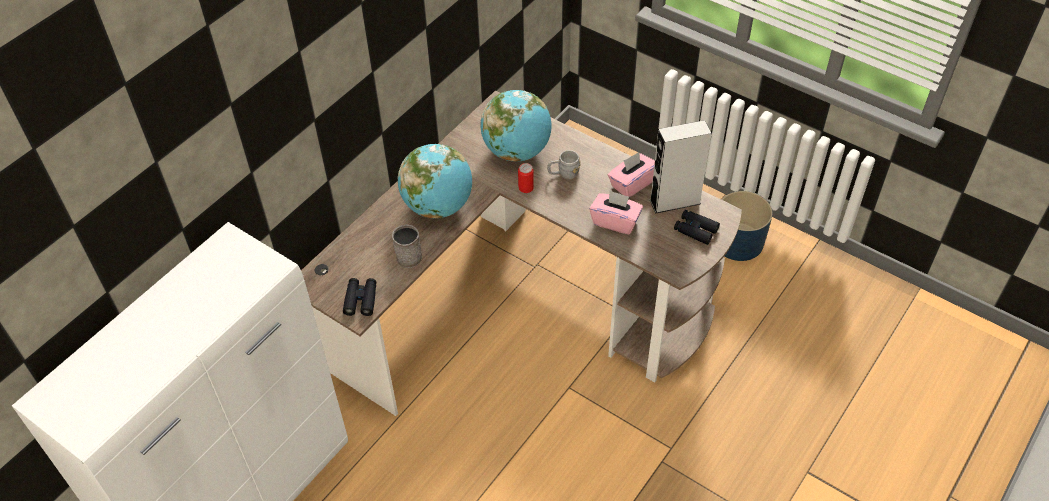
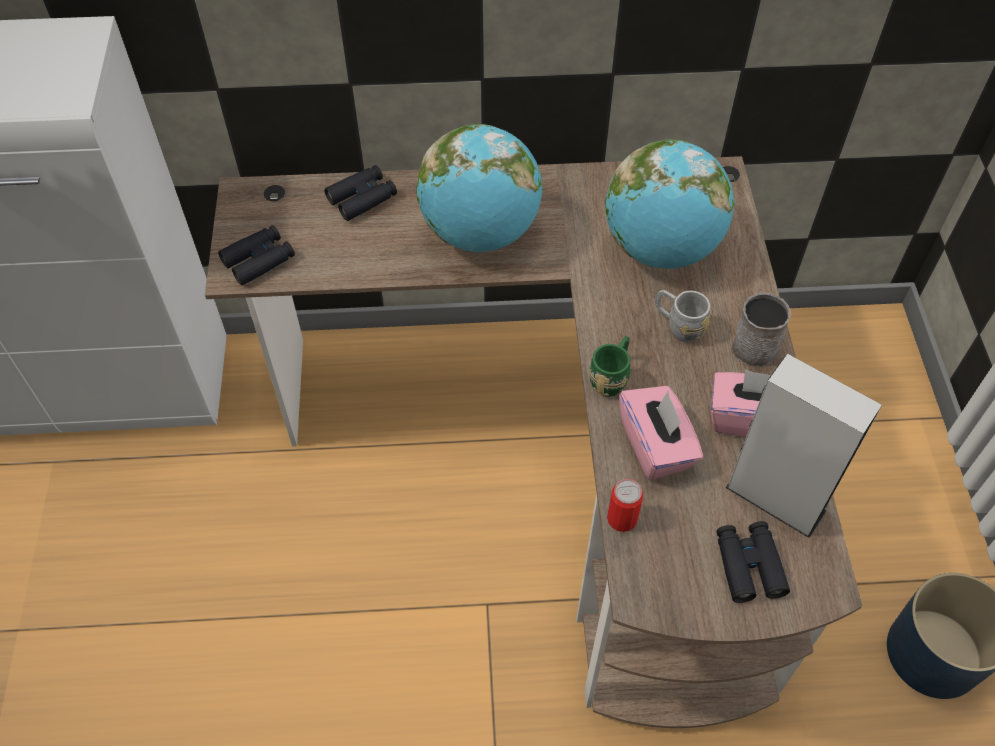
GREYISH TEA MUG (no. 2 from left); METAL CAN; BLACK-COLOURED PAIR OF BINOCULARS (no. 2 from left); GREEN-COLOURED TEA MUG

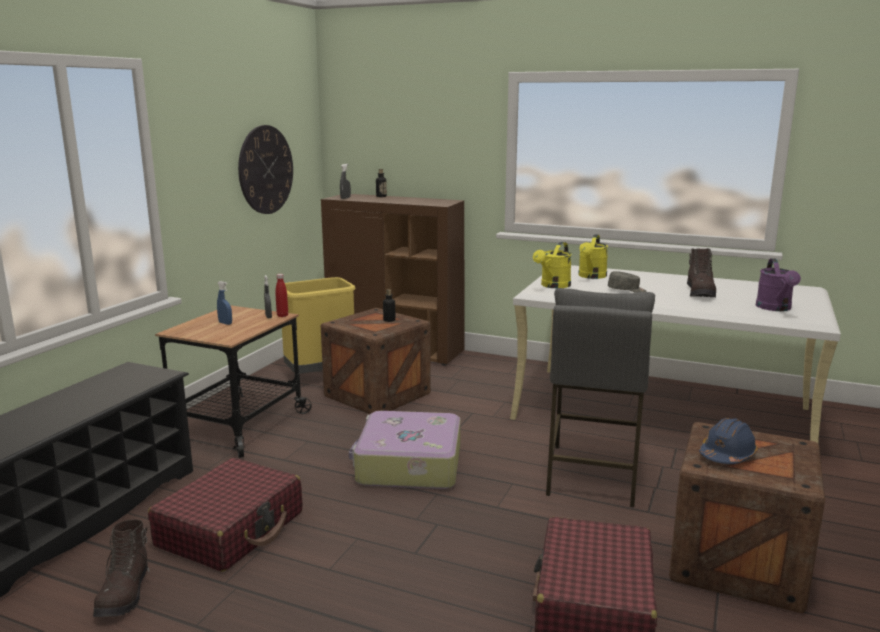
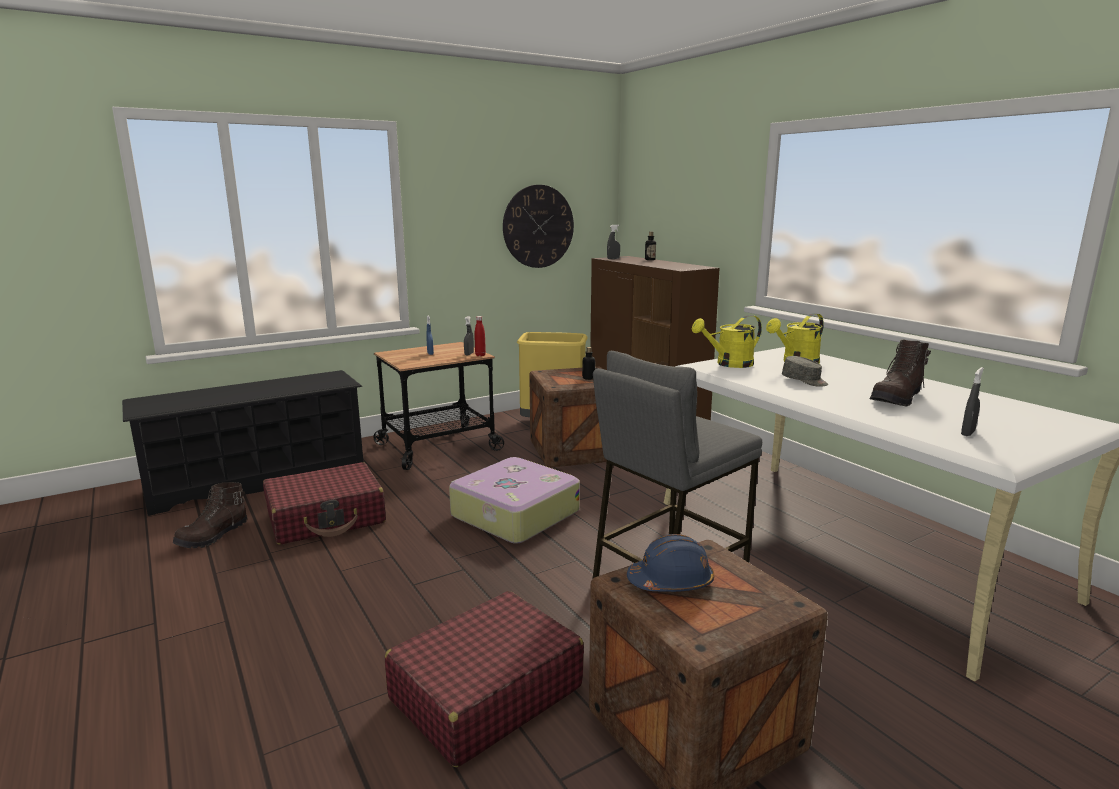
GREYISH SPRAY BOTTLE (no. 3 from left)

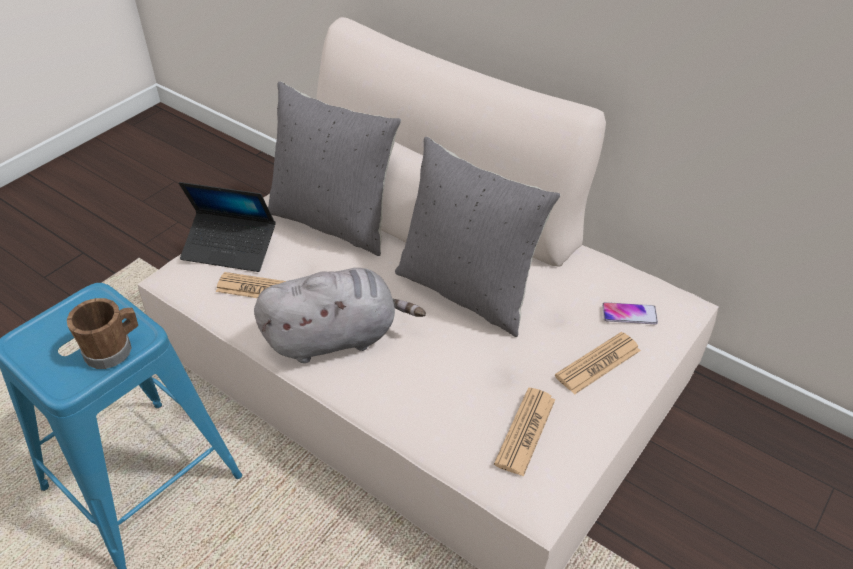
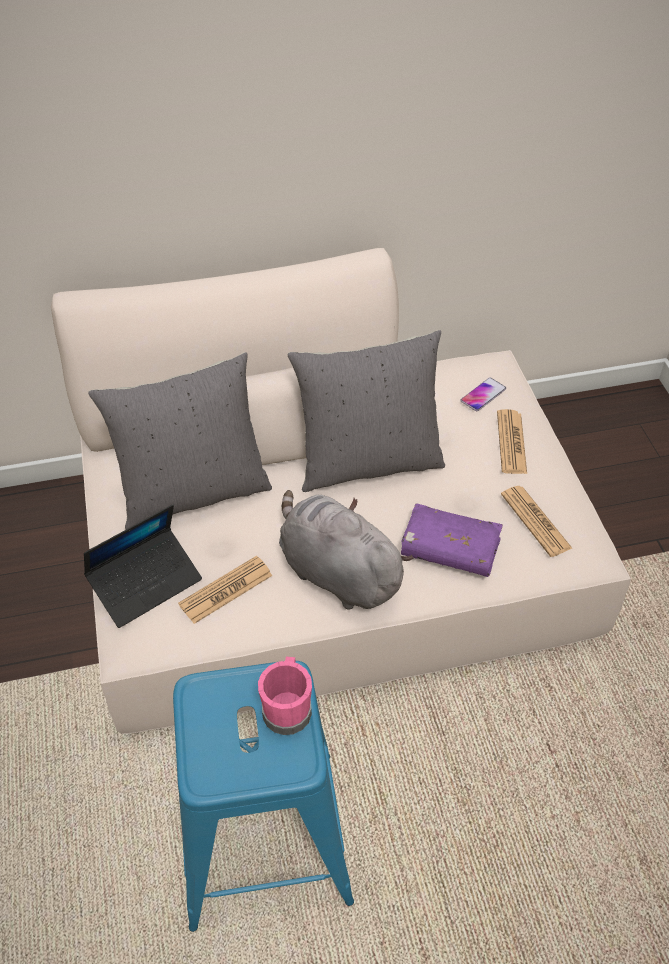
PINKISH TEA MUG; GREYISH PLUSH TOY; PURPLE-COLOURED BOOK

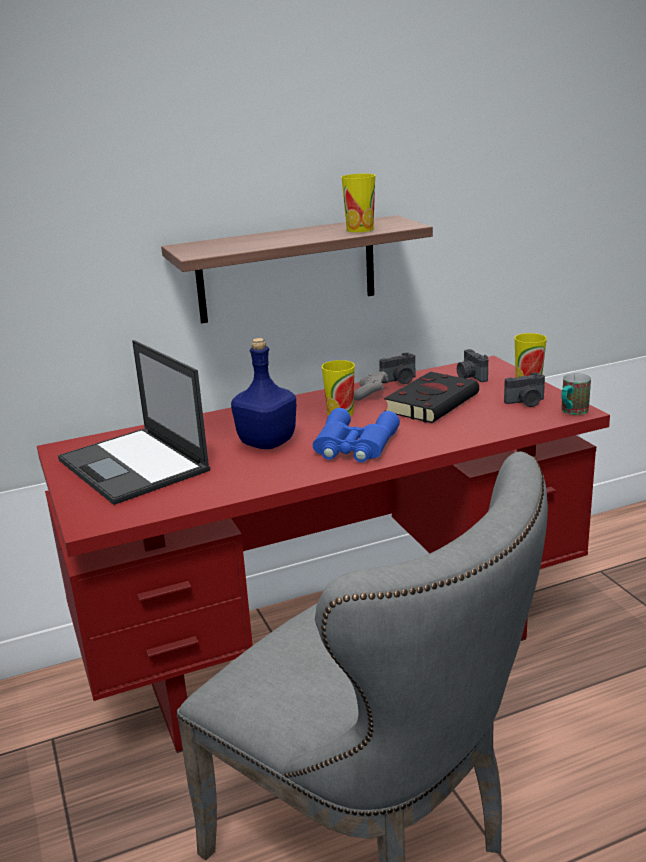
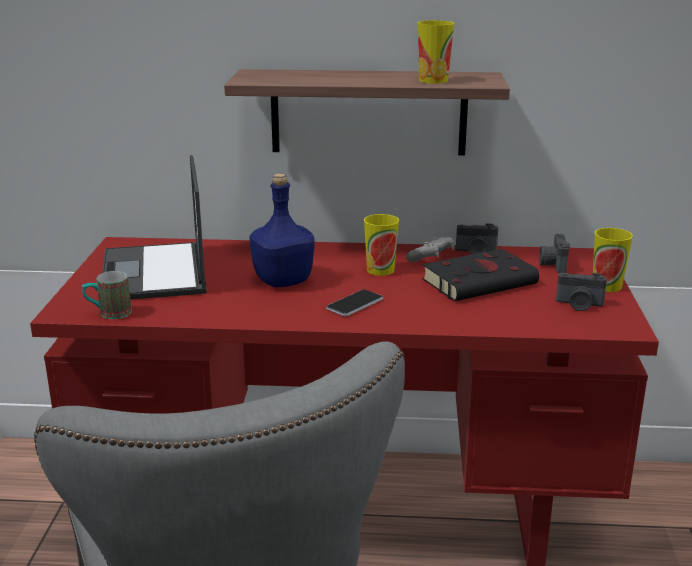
HANDSET; TEA MUG

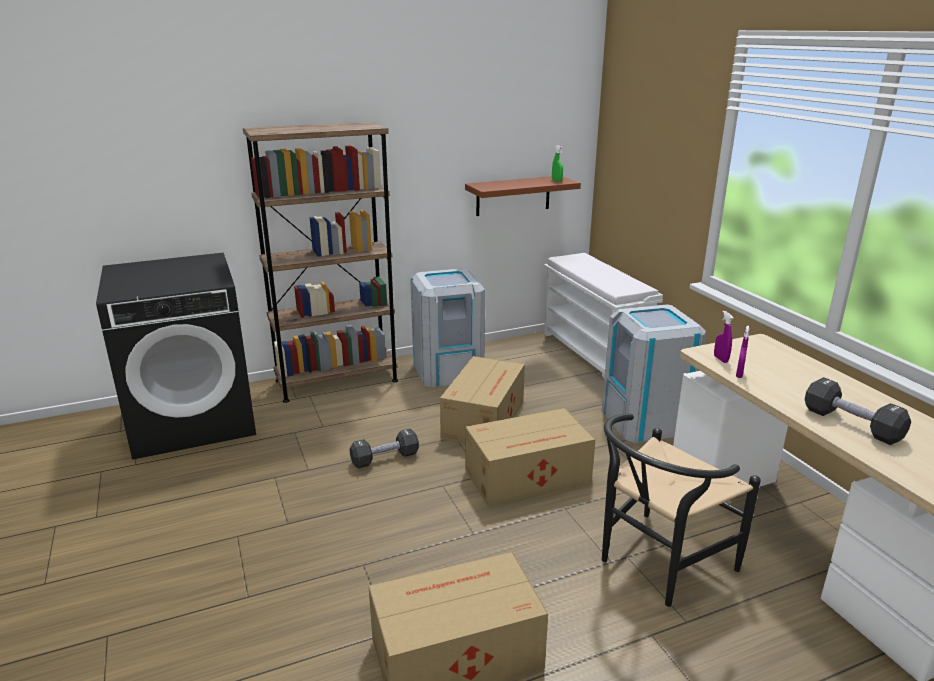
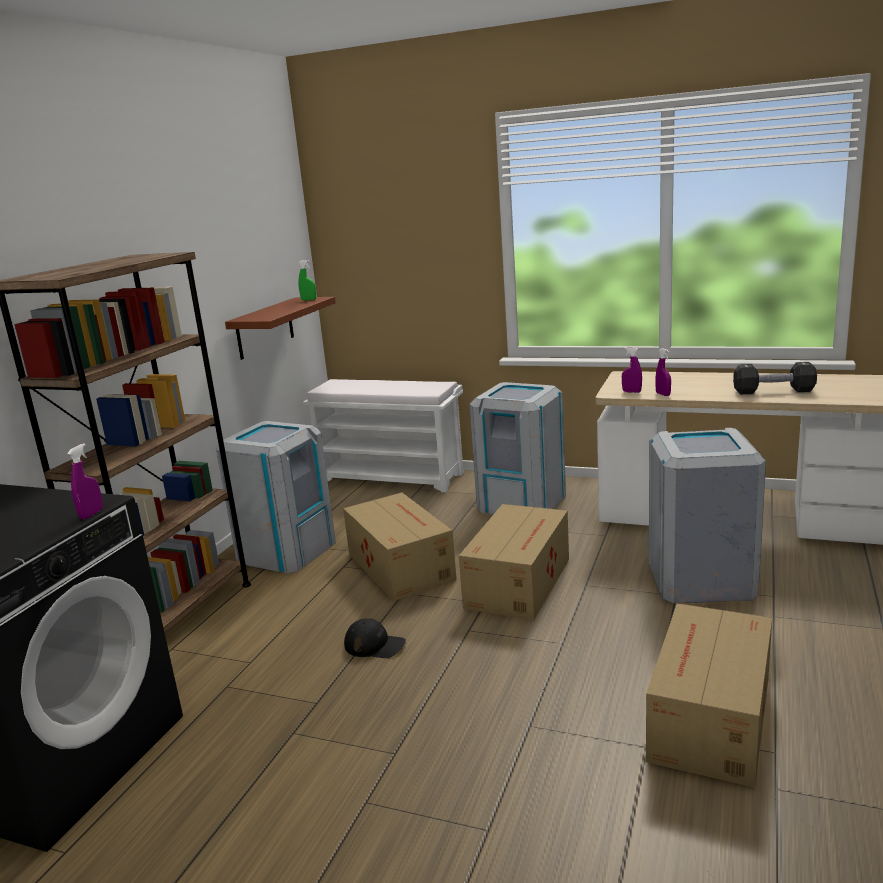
BLACK-COLOURED PEAKED CAP; GREYISH TRASH CAN (no. 3 from left); PURPLE-COLOURED SPRAY BOTTLE (no. 1 from left)

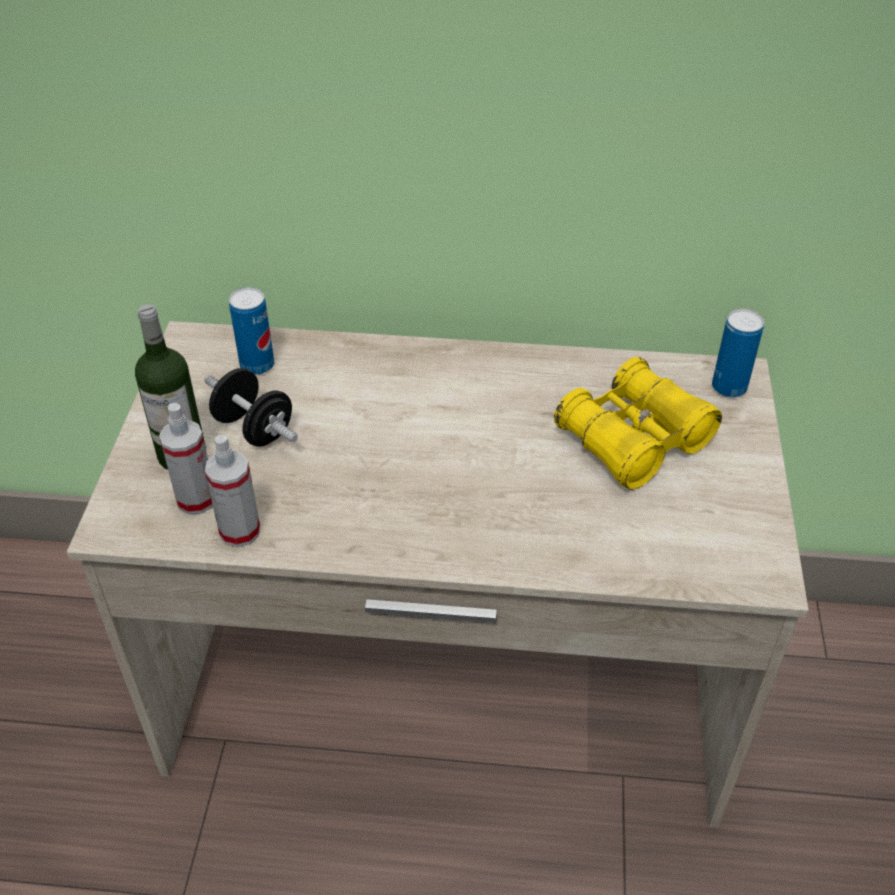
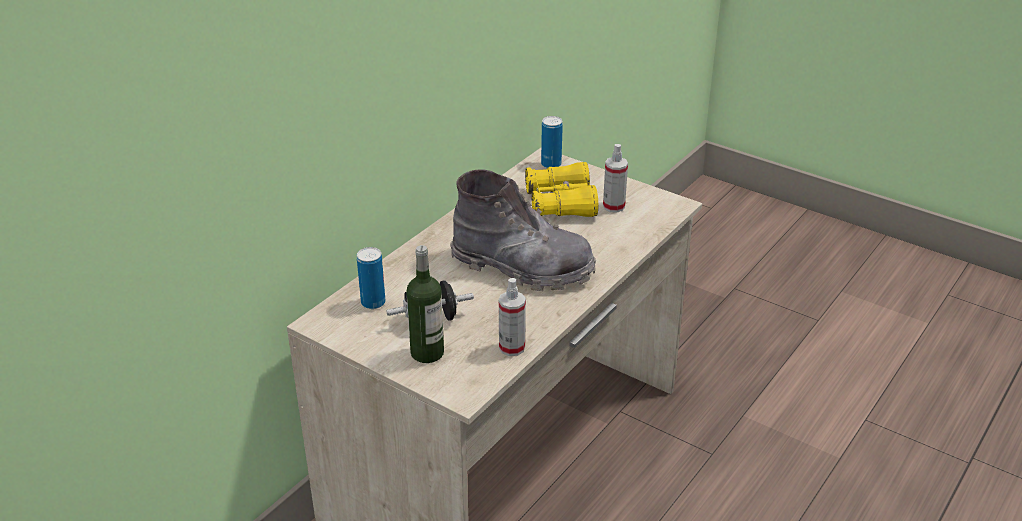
SPRAY BOTTLE (no. 2 from left); GREYISH BOOT

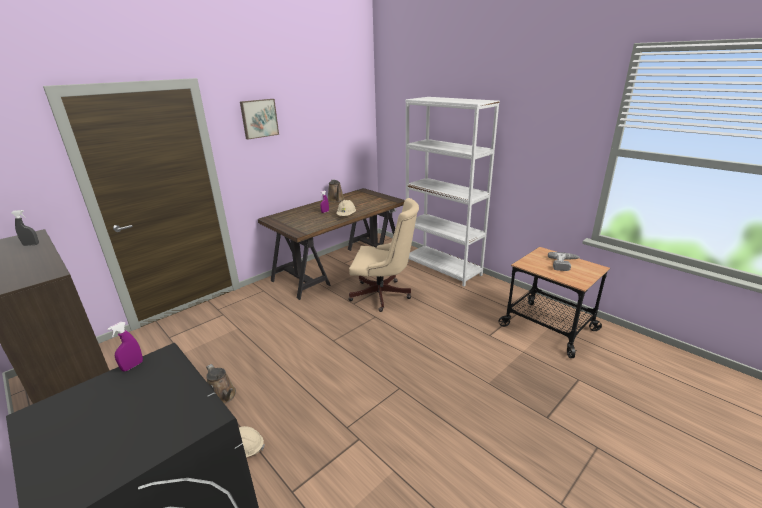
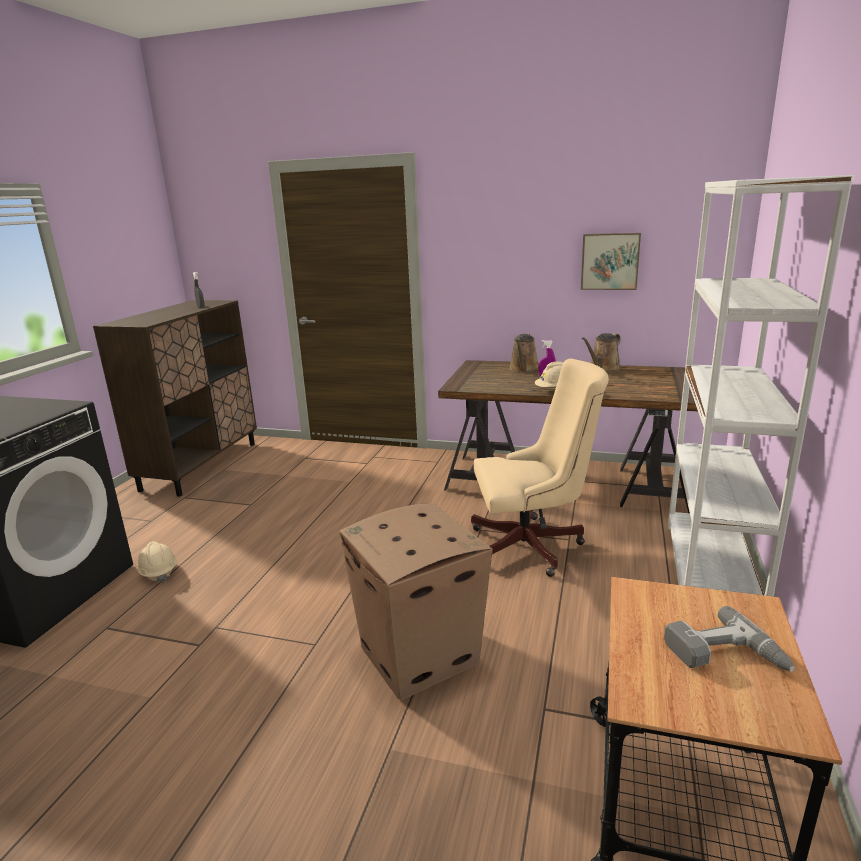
PURPLE-COLOURED SPRAY BOTTLE (no. 1 from left in the first image); BROWN-COLOURED WATERING POT (no. 1 from left); WALL PICTURE; BEIGE-COLOURED COMPUTER CHAIR; CARDBOARD BOX

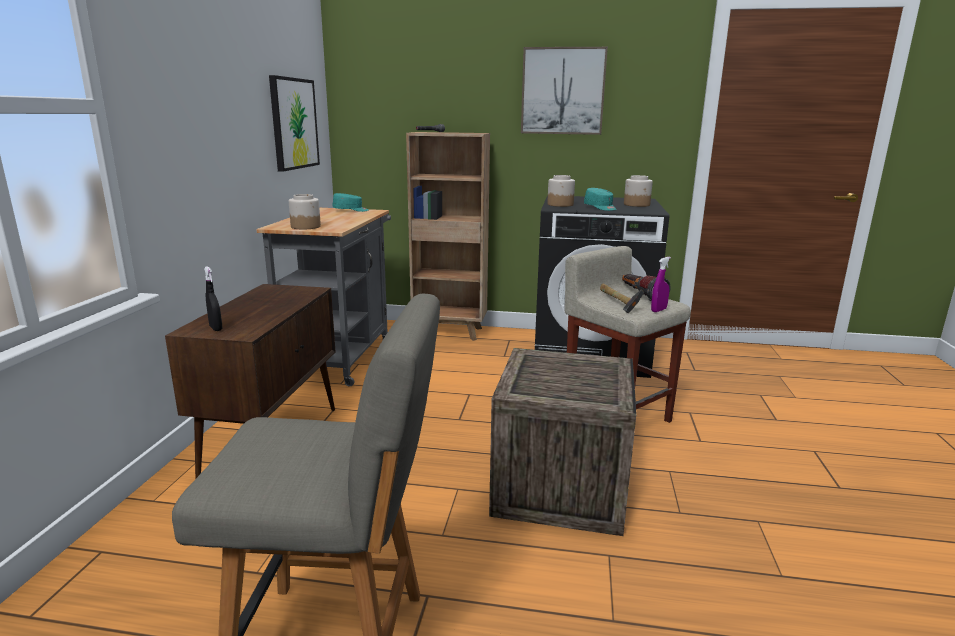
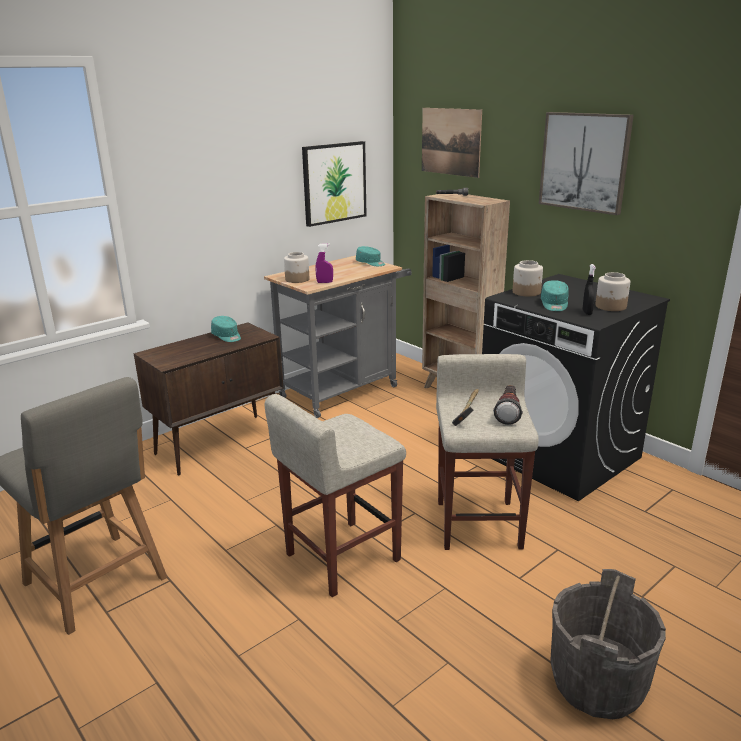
BLACK-COLOURED SPRAY BOTTLE; BEIGE-COLOURED SITTING STOOL (no. 1 from left); PURPLE-COLOURED SPRAY BOTTLE; BLUE-GREEN PEAKED CAP (no. 1 from left); WALL PICTURE (no. 2 from left); GREYISH PAIL

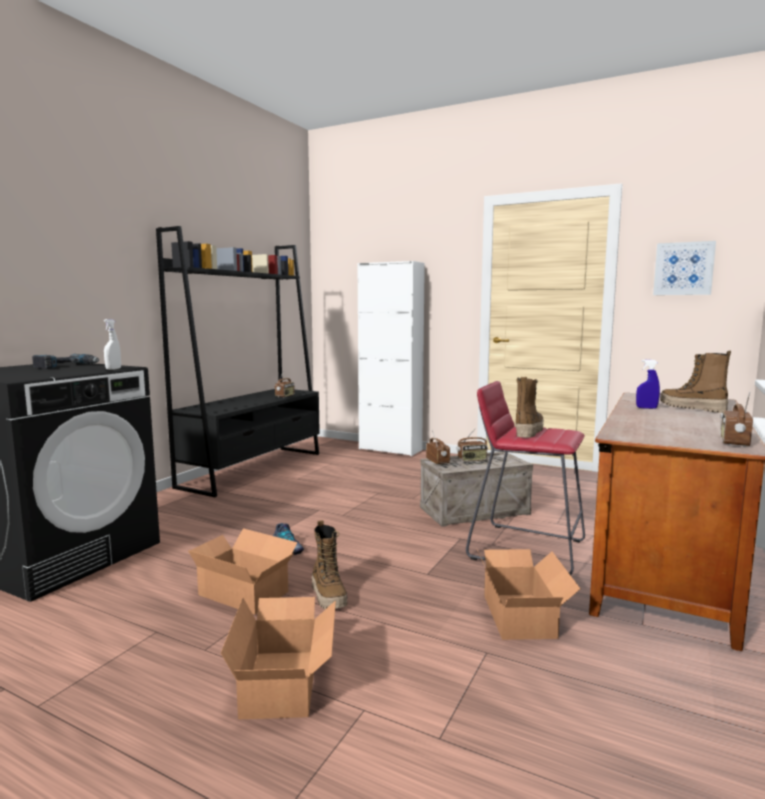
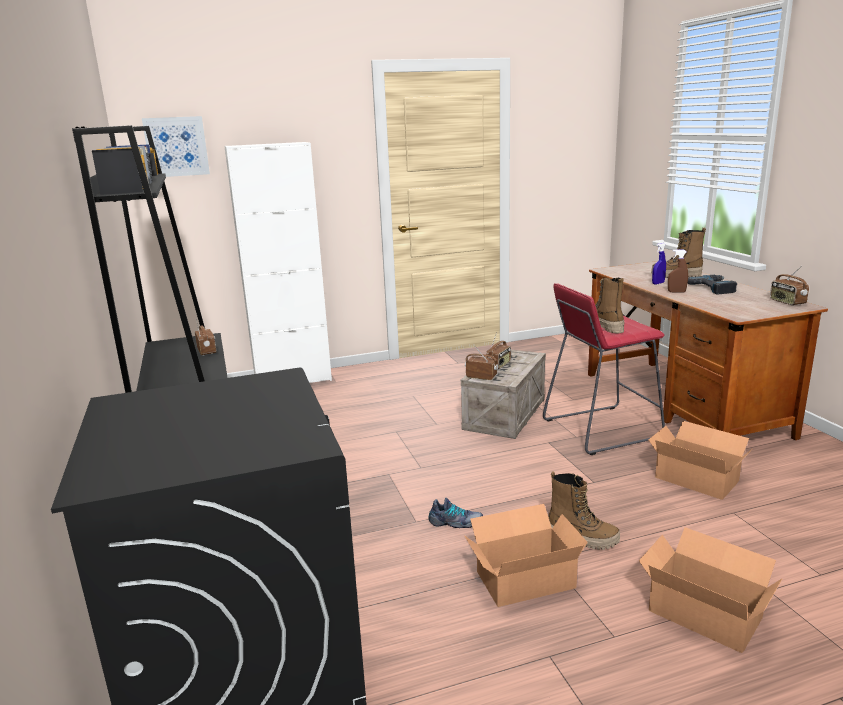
DRILL; WHITE-COLOURED SPRAY BOTTLE; WALL PICTURE; BROWN-COLOURED SPRAY BOTTLE

